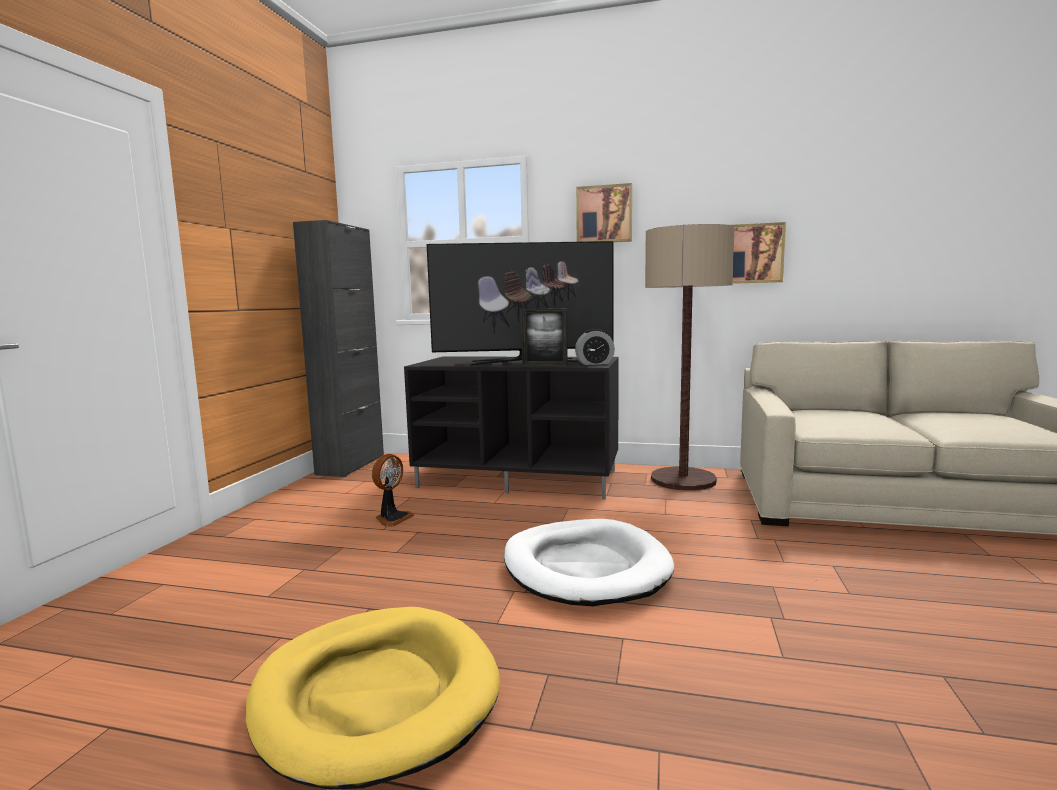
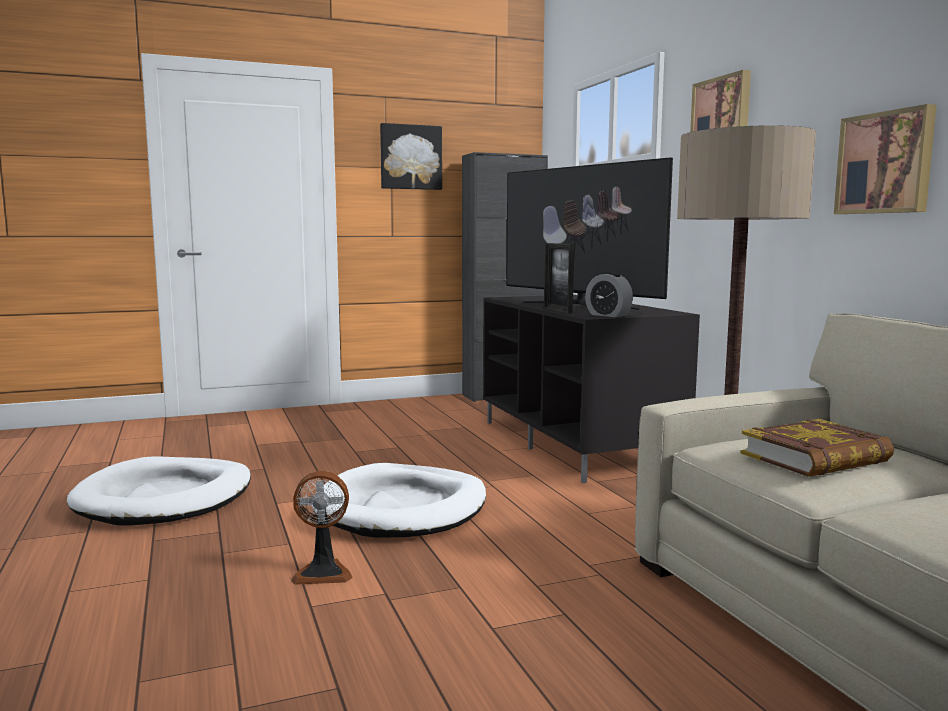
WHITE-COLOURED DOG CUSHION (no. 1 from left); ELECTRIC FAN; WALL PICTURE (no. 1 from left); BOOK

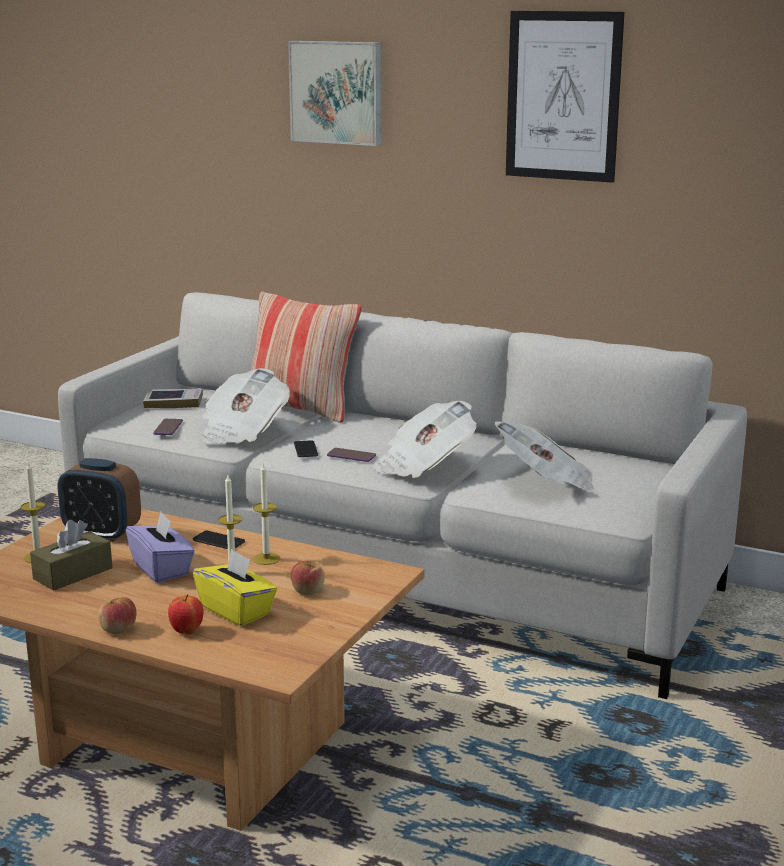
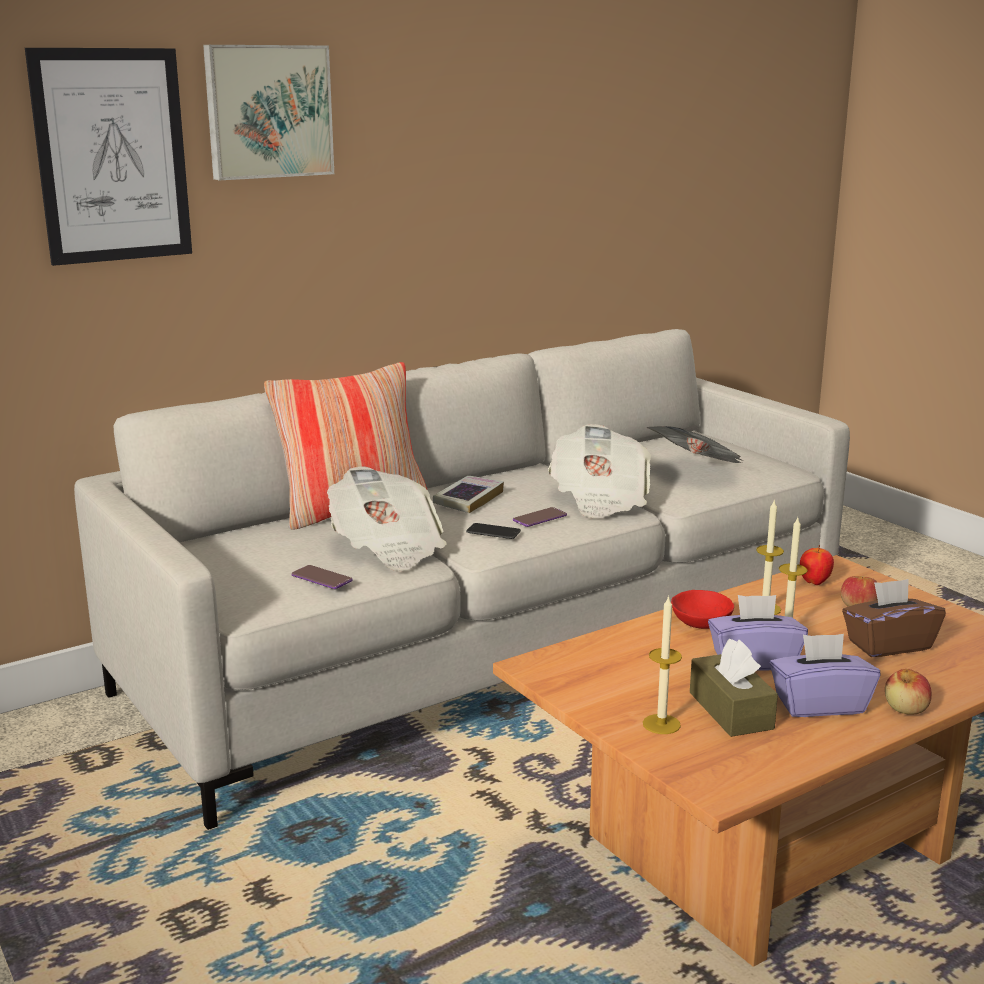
BEDSIDE CLOCK; BOOK; APPLE FRUIT (no. 1 from left); REDDISH SERVING BOWL; BROWN-COLOURED TISSUE BOX (no. 2 from left); WALL PICTURE (no. 1 from left); PURPLE-COLOURED TISSUE BOX (no. 2 from left)

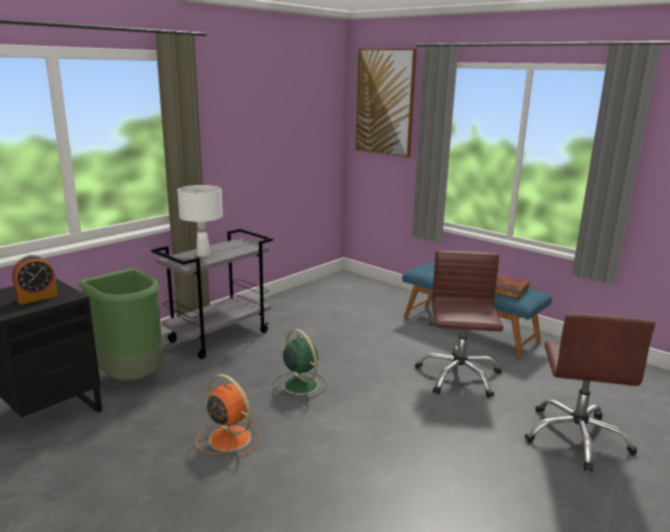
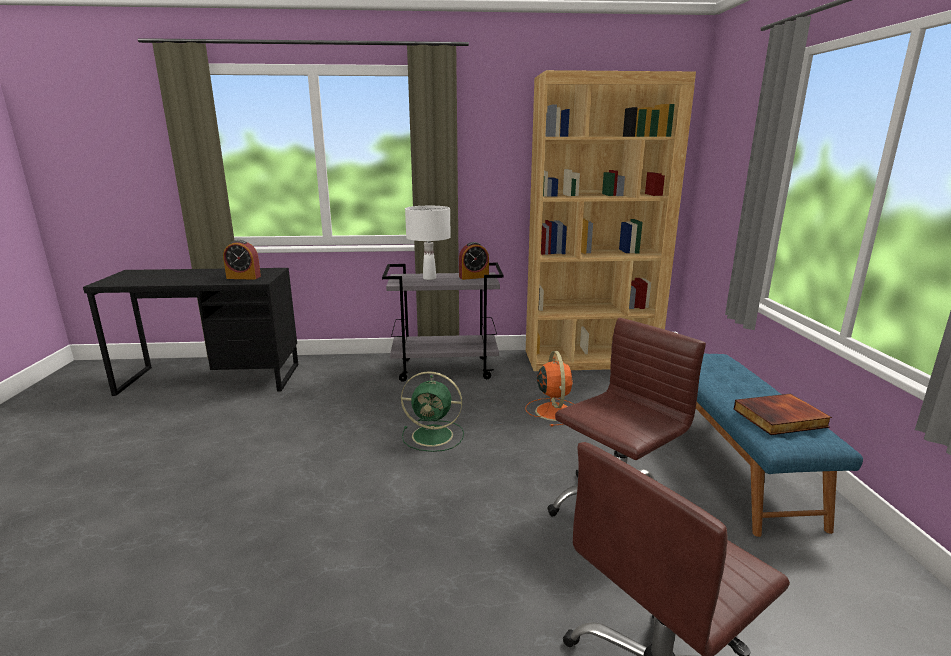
GREEN-COLOURED TRASH CAN; ORANGE ELECTRIC FAN; GREEN-COLOURED ELECTRIC FAN; WALL PICTURE; BEDSIDE CLOCK (no. 2 from left); BROWN-COLOURED BOOKSHELF

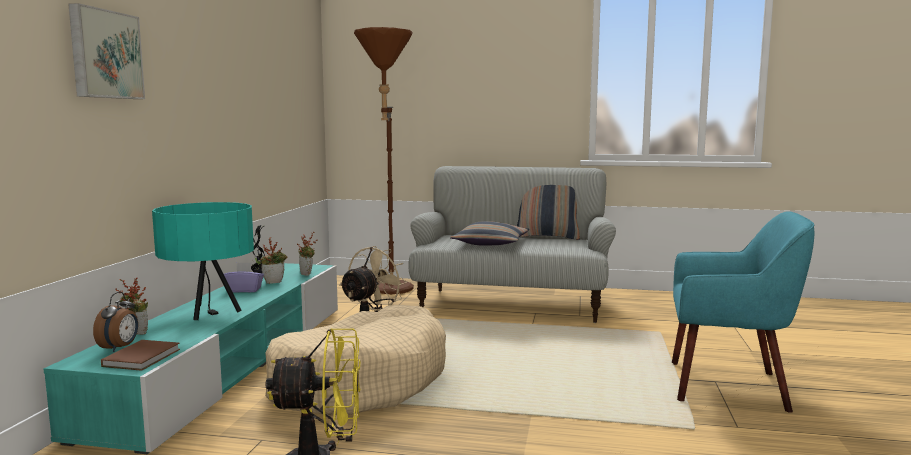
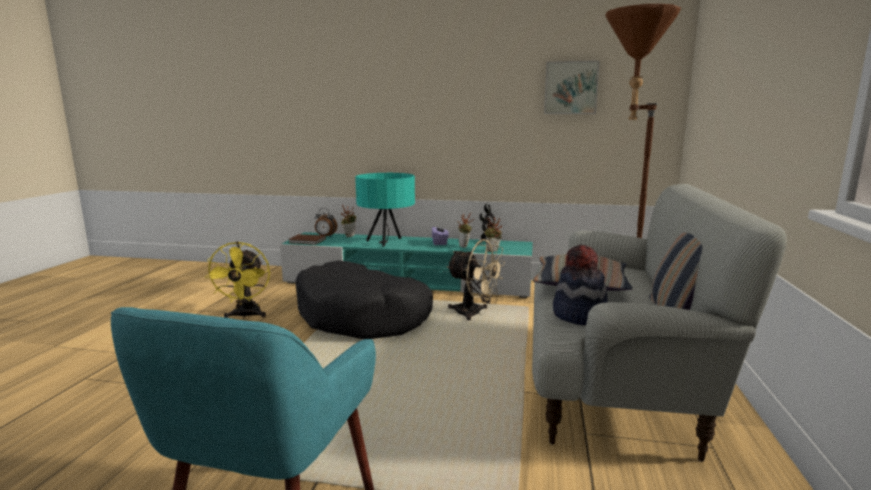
WALL PICTURE; BLACK-COLOURED DOG CUSHION; WEARABLE HAT

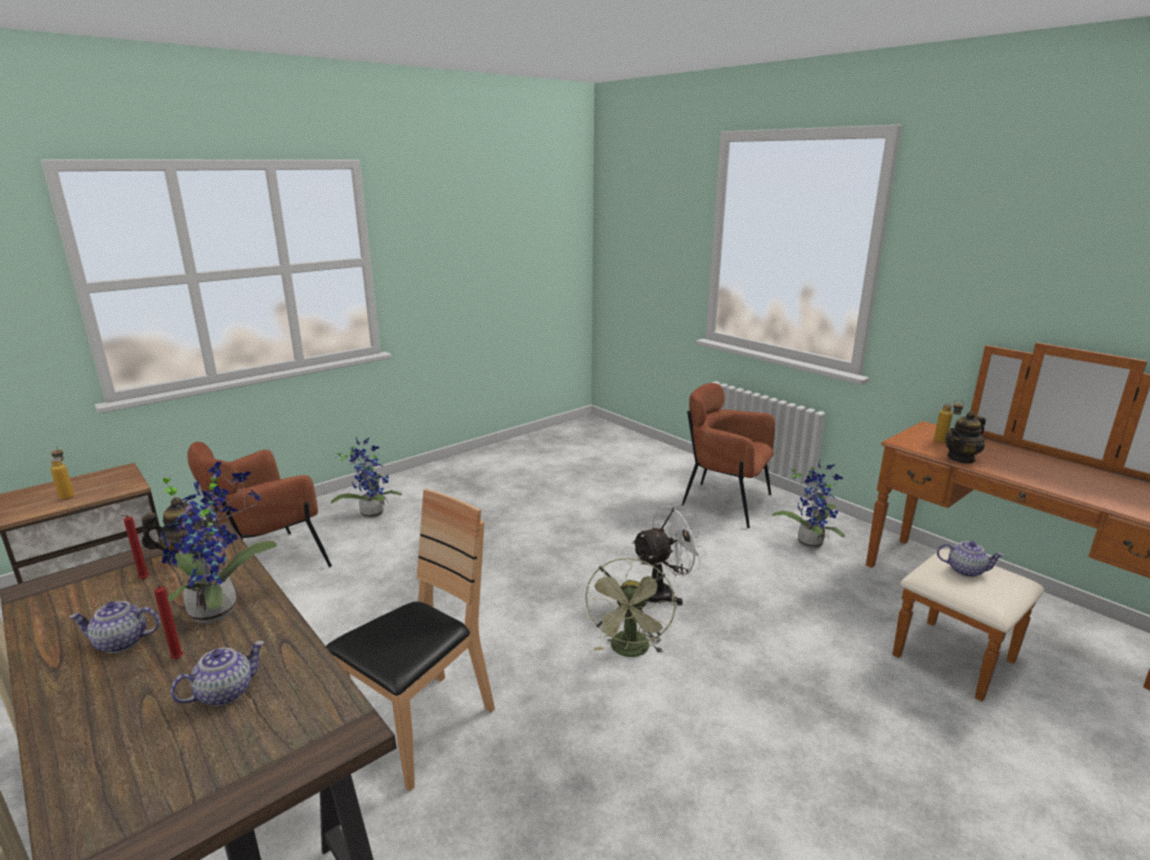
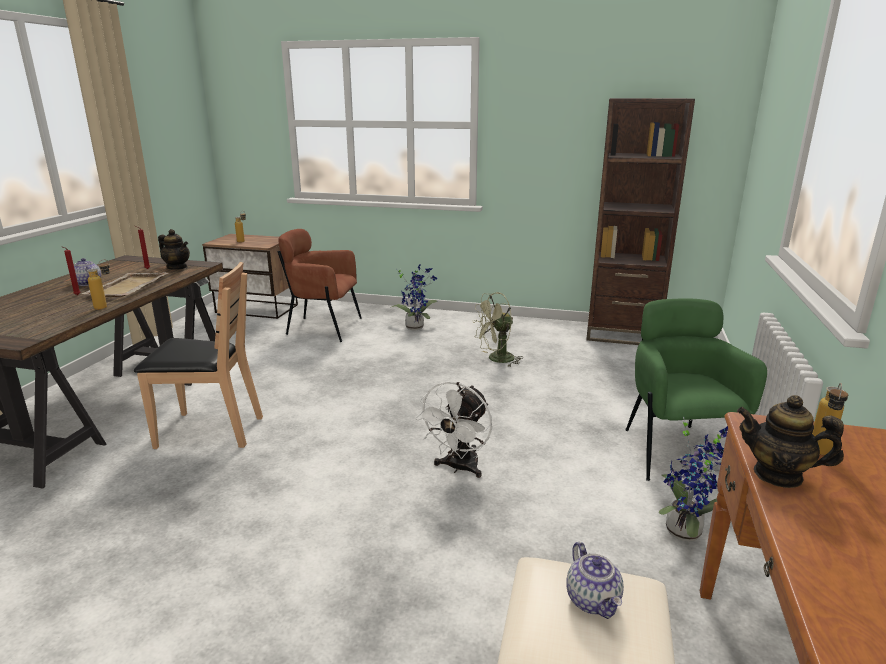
BEIGE-COLOURED TRAY; TEAPOT (no. 3 from left in the first image); GREEN-COLOURED ELECTRIC FAN; WHITE-COLOURED ELECTRIC FAN; GREEN-COLOURED EASY CHAIR; BEVERAGE BOTTLE (no. 1 from left); BROWN-COLOURED BOOKSHELF

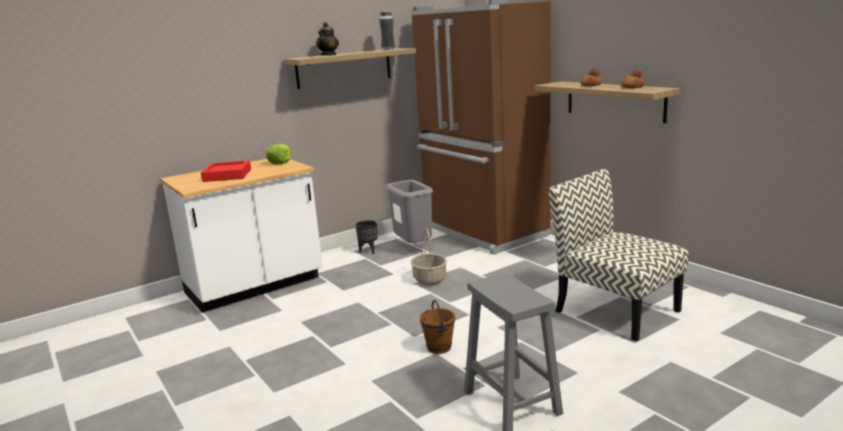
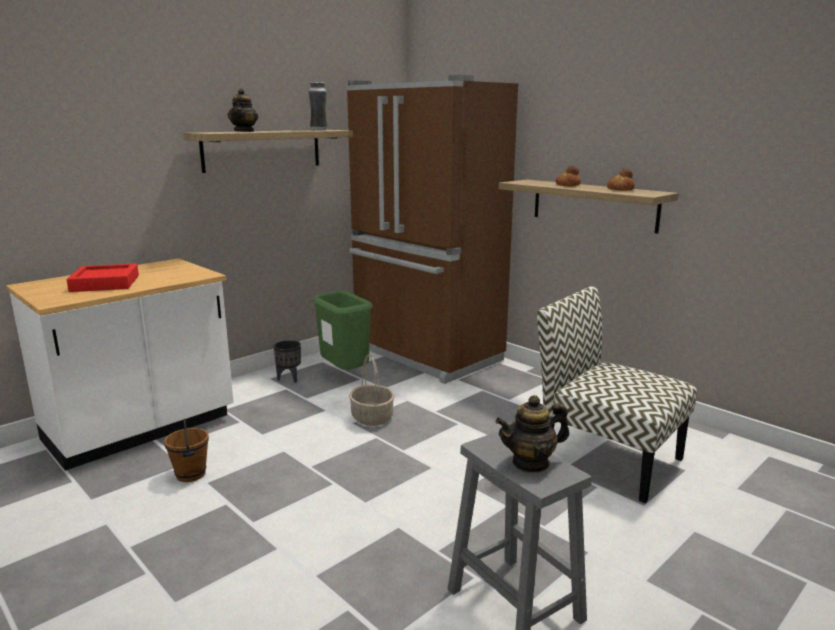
HEAD OF LETTUCE; GREEN-COLOURED TRASH CAN; BROWN-COLOURED PAIL; TEAPOT (no. 2 from left)

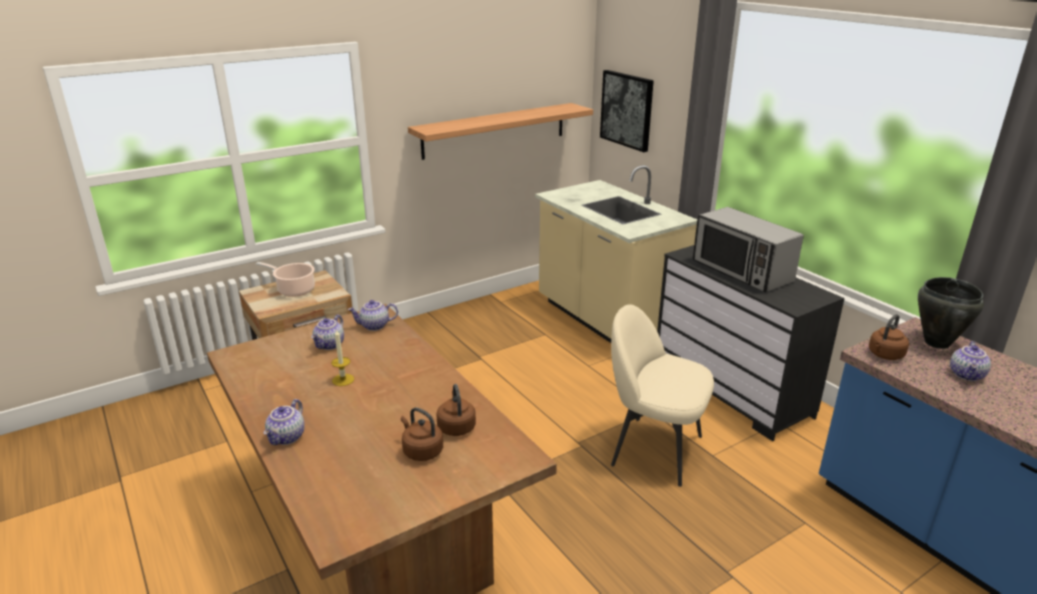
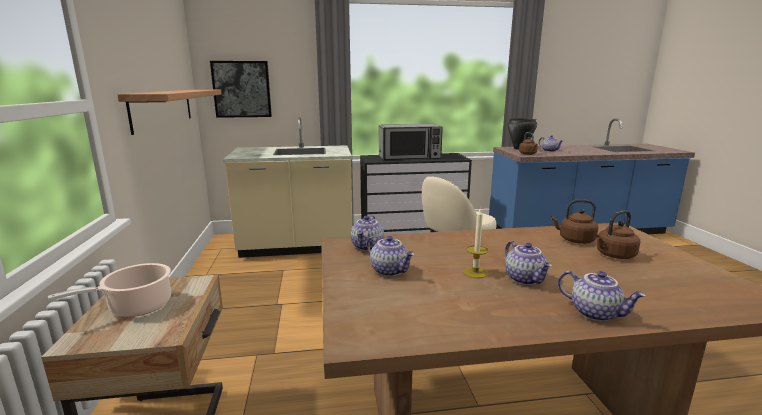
TEAPOT (no. 3 from left)

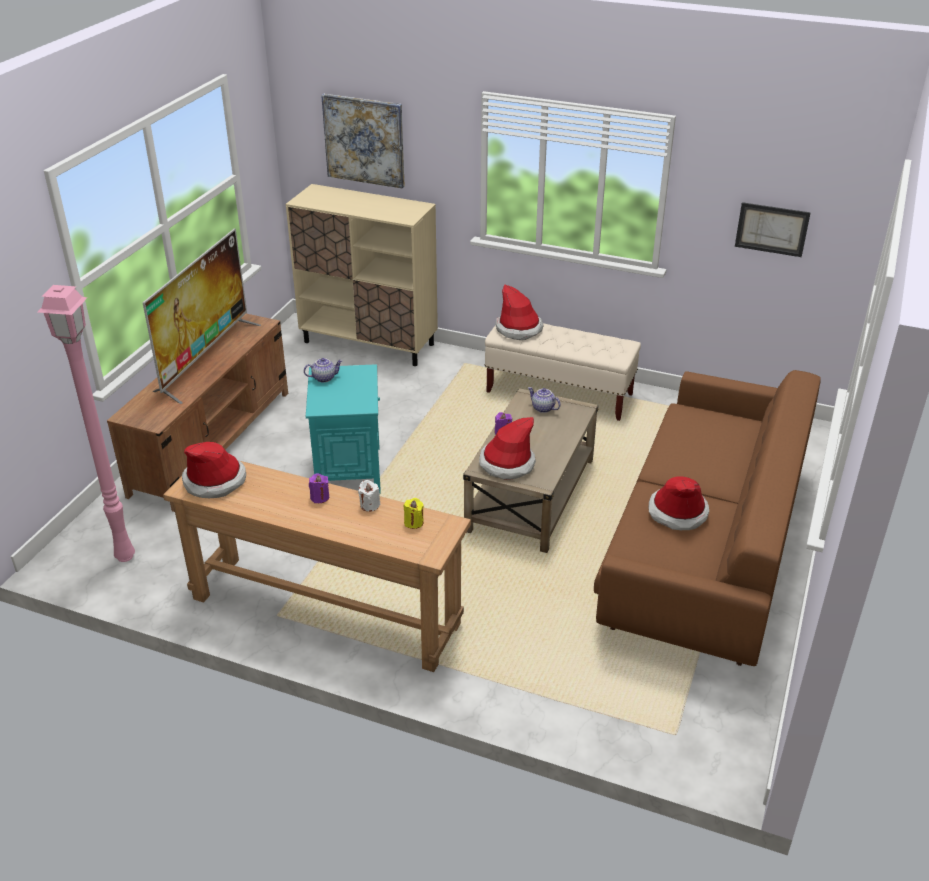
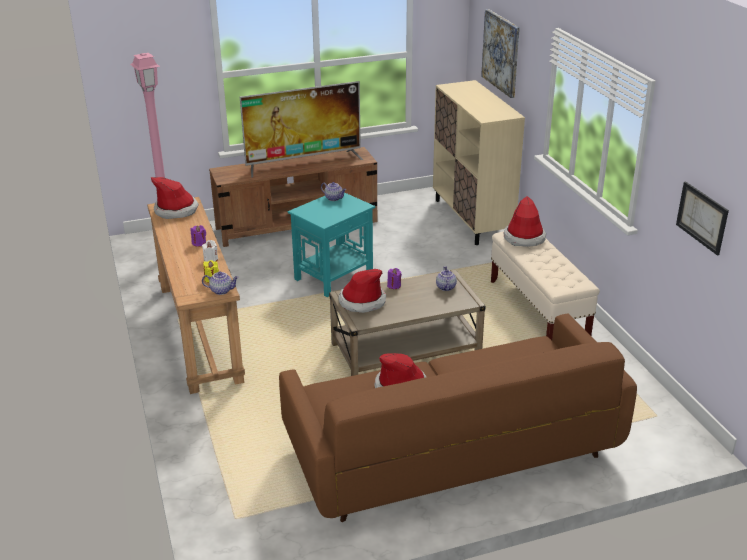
TEAPOT (no. 1 from left)

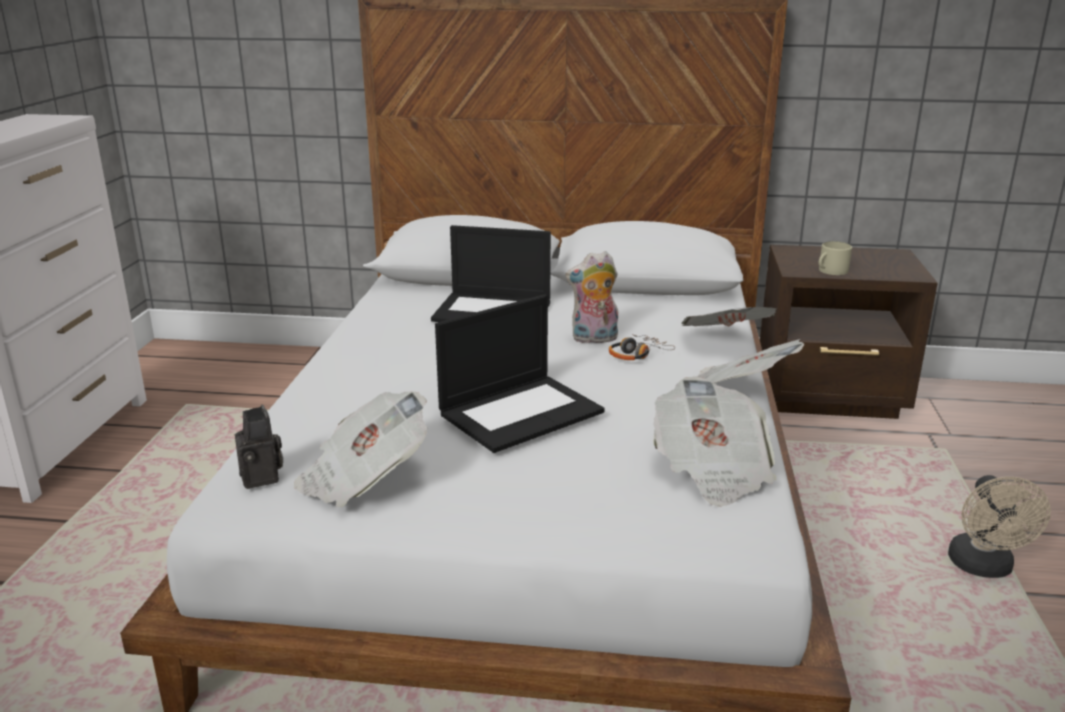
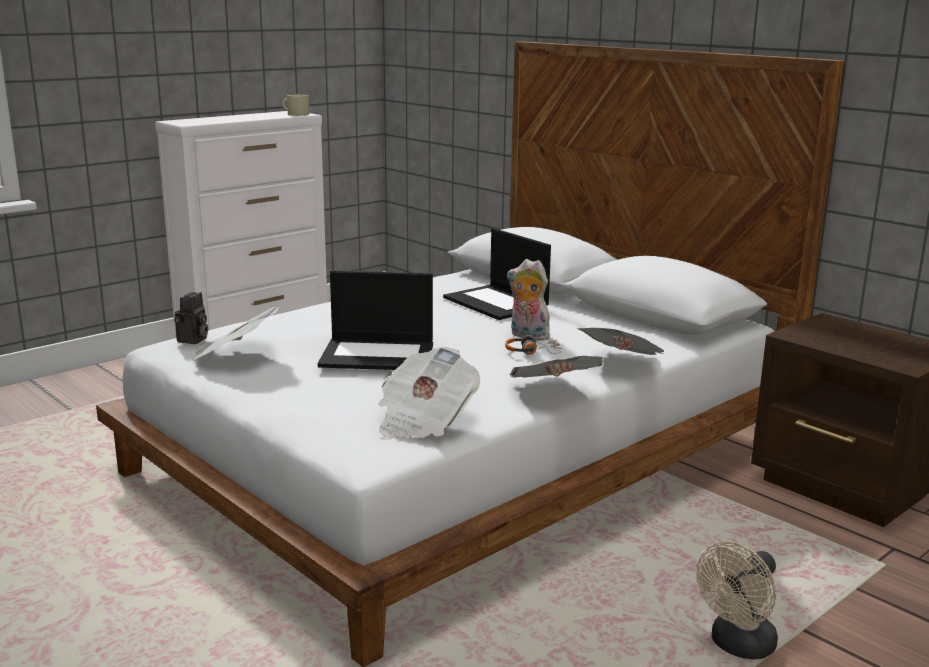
BEIGE-COLOURED TEA MUG

